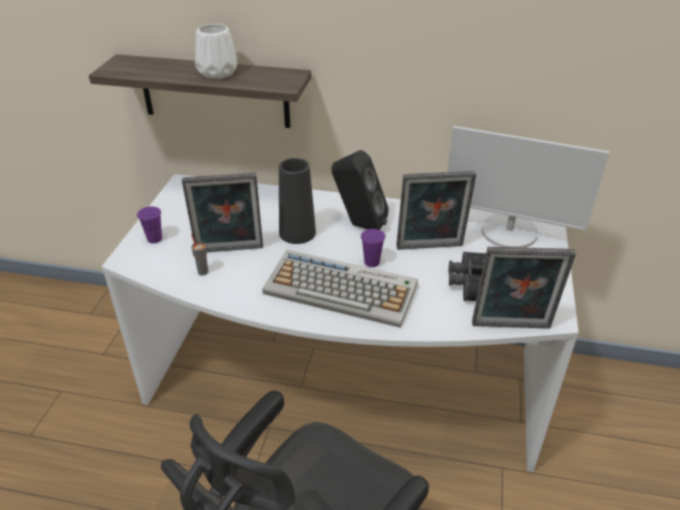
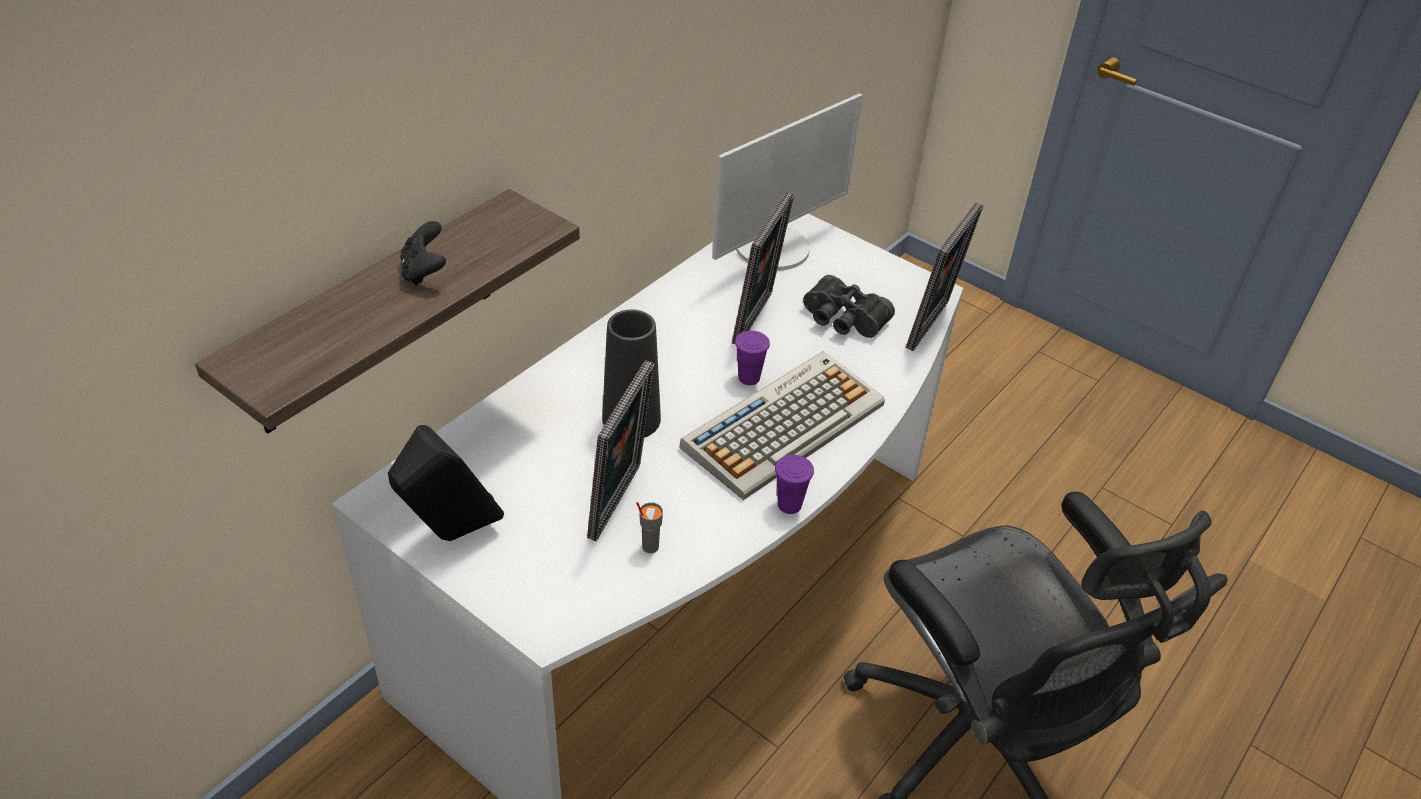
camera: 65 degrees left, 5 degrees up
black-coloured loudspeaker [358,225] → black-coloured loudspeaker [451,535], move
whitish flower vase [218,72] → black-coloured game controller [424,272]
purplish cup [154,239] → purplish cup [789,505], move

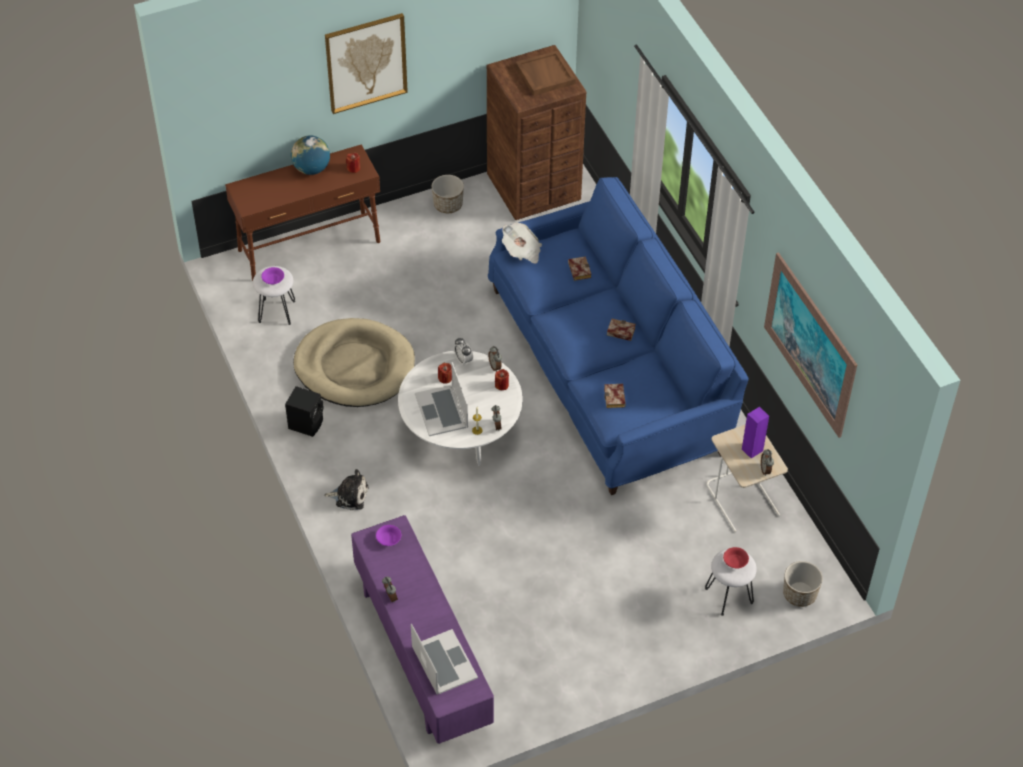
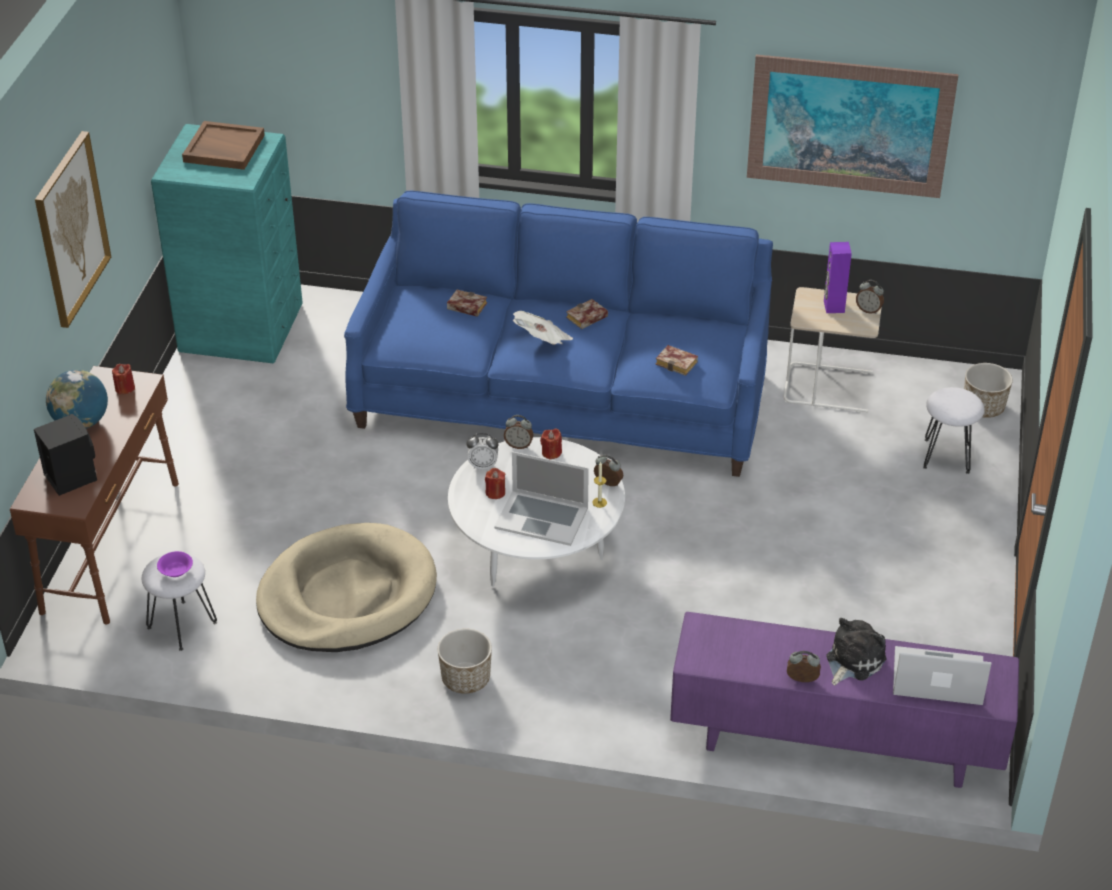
camera: 55 degrees left, 10 degrees down
black-coloured loudspeaker [306,423] → black-coloured loudspeaker [70,476], move
brown chest of drawers [534,187] → turquoise chest of drawers [242,327]
planter [448,205] → planter [465,678], move
printed paper [522,251] → printed paper [542,341], move
plush toy [349,495] → plush toy [852,660], move
purplish serving bowl [388,539] → -
red-coloured serving bowl [735,561] → -

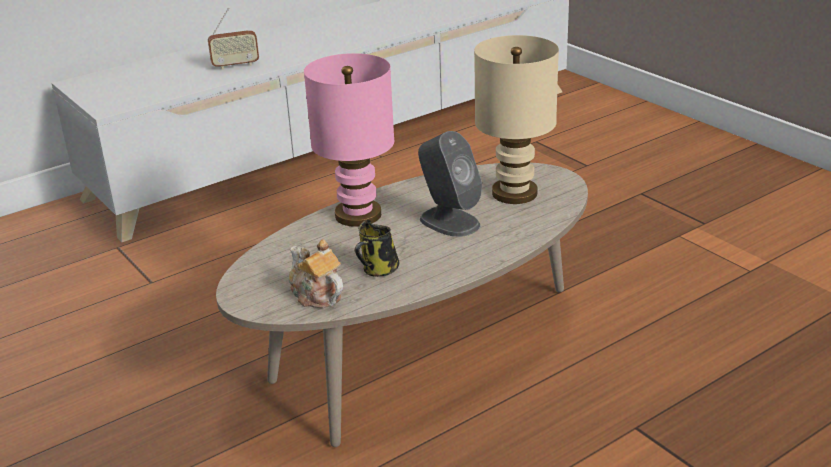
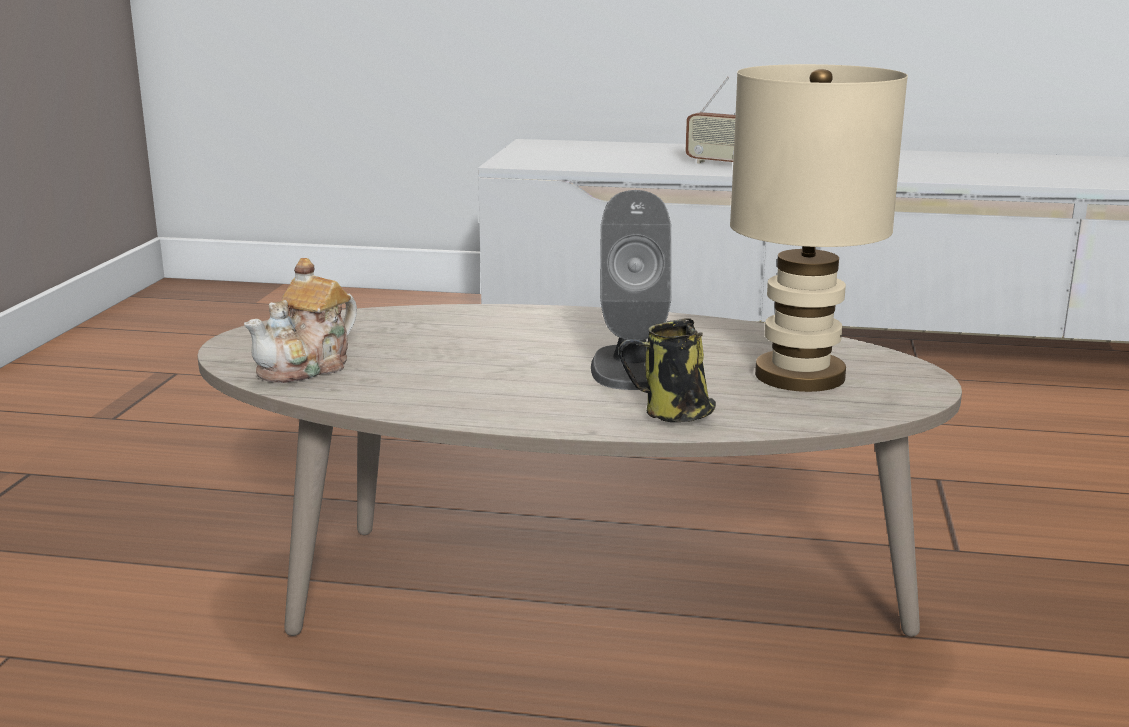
camera: 45 degrees right, 10 degrees down
tea pot [316,295] → tea pot [308,367], 150 degrees counterclockwise
tea mug [378,271] → tea mug [673,415], move
pinkish table lamp [358,215] → -

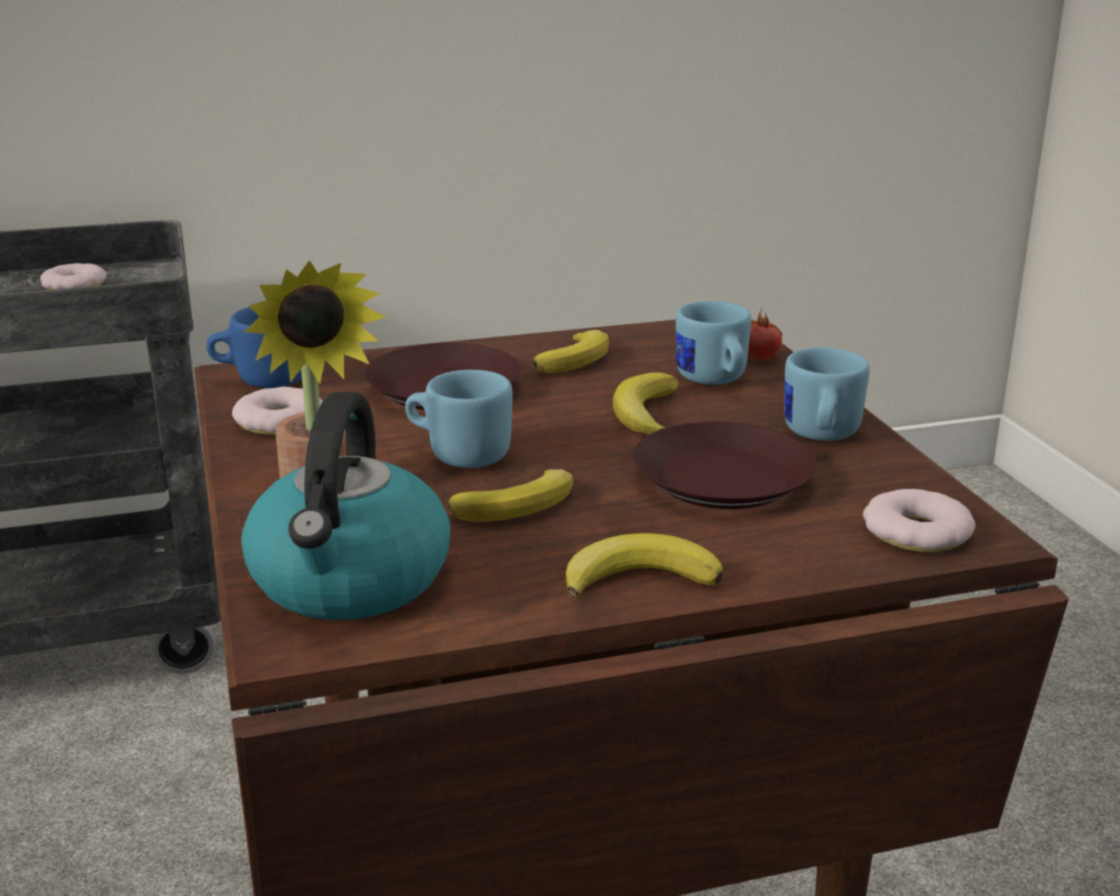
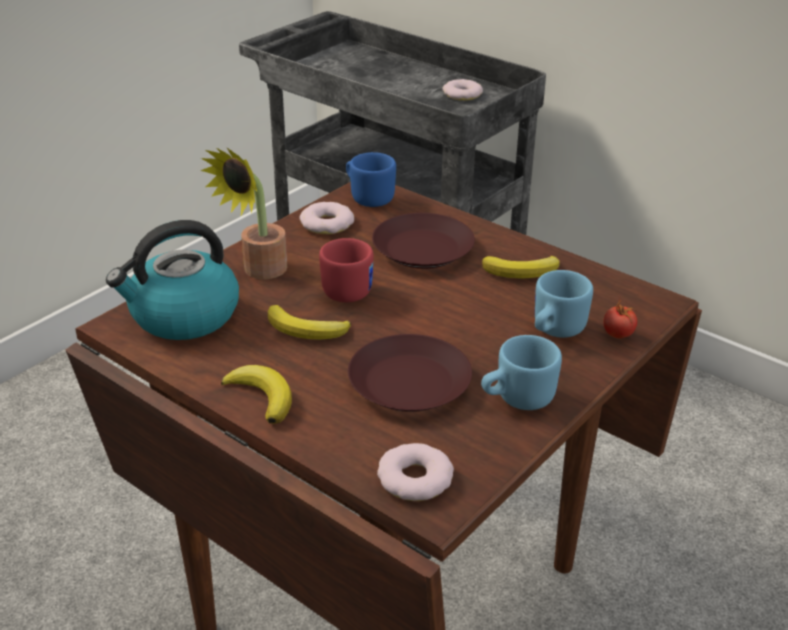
camera: 55 degrees right, 10 degrees up
blue tea mug [459,454] → red-coloured tea mug [346,288]
banana [645,412] → -

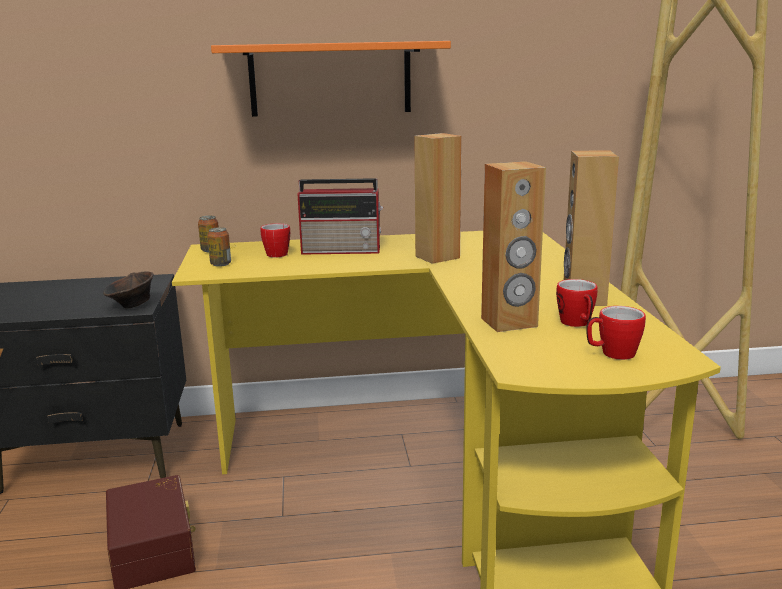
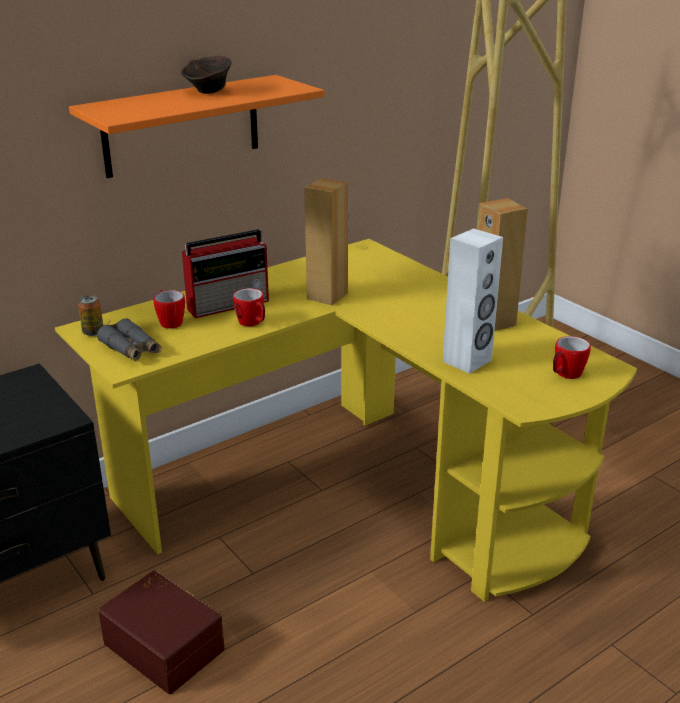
camera: 30 degrees left, 10 degrees up
metal can [220,264] → grey binoculars [131,349]
brown serving bowl [132,305] → brown serving bowl [208,92], move
tea mug [577,324] → tea mug [252,323], move
brown loudspeaker [509,322] → whitish loudspeaker [467,361]

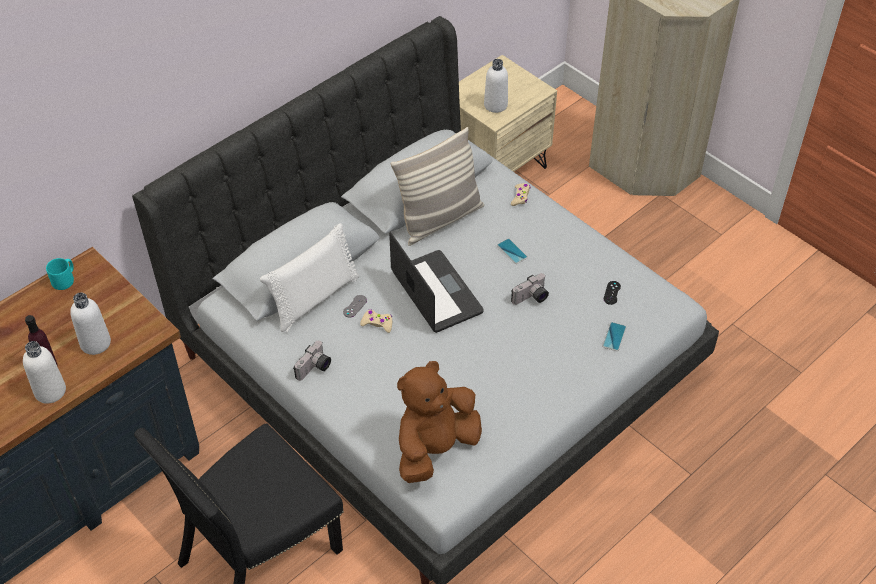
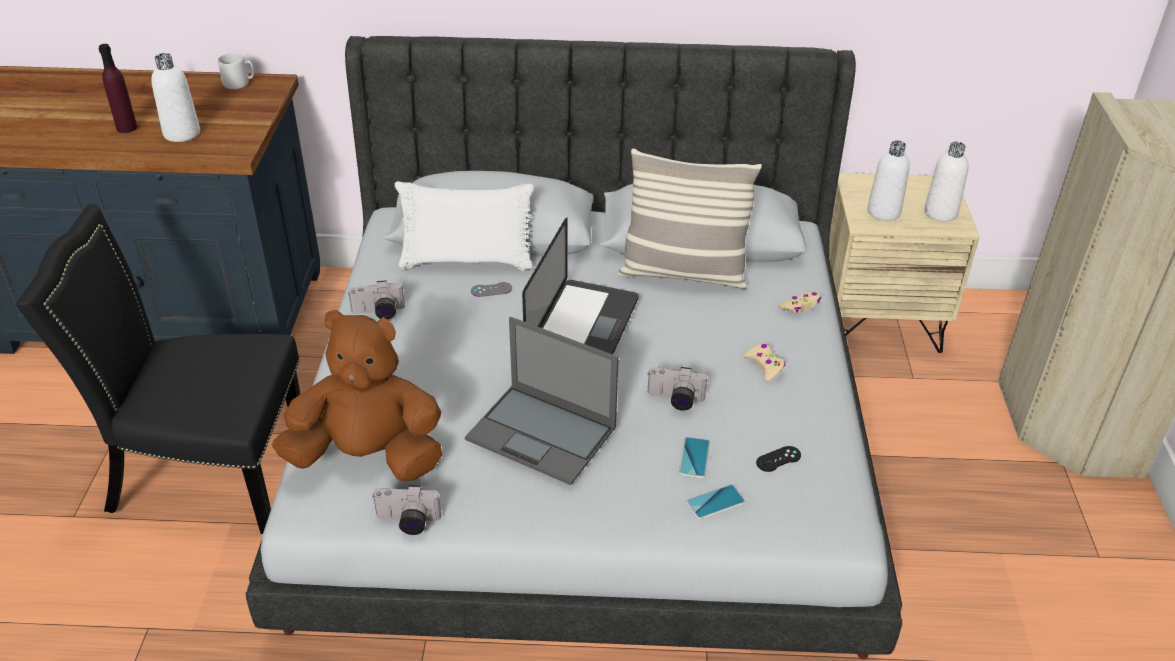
camera: 45 degrees right, 10 degrees down
turquoise tea mug [65,280] → grey tea mug [239,83]
- → photo camera [407,522]
- → laptop [543,434]
handset [512,251] → handset [694,458], move
beige-coloured game controller [377,323] → beige-coloured game controller [764,366], move
whitish beverage bottle [50,391] → whitish beverage bottle [940,213], move

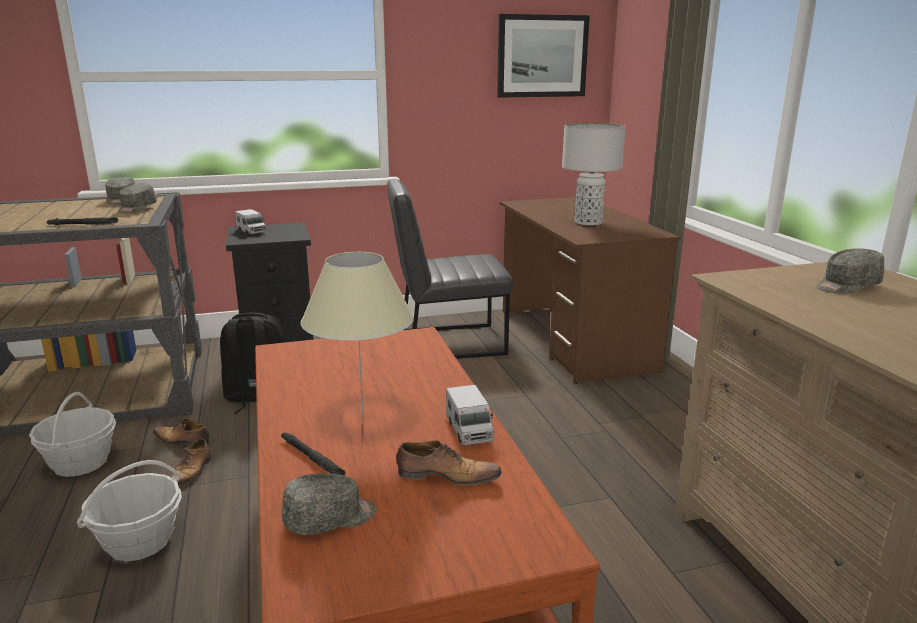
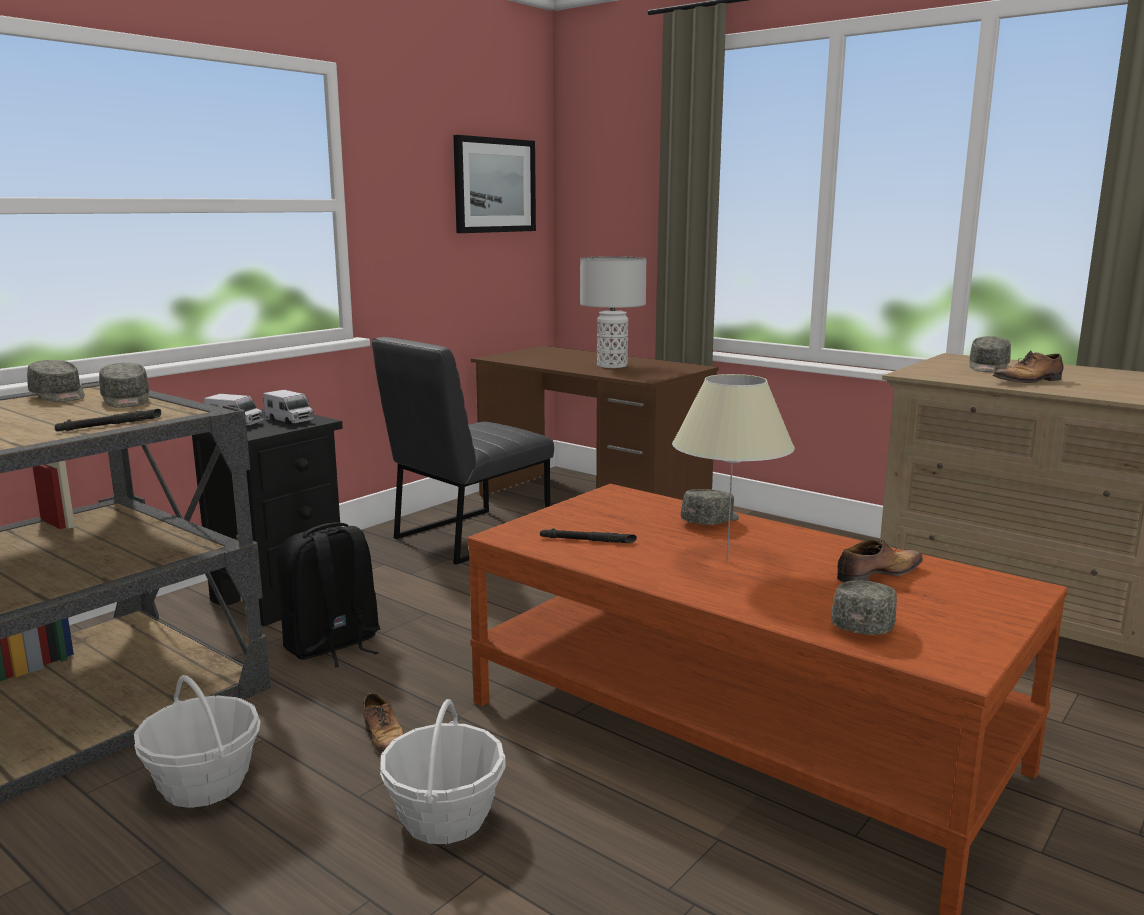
camera: 35 degrees left, 5 degrees down
model truck [469,430] → model truck [289,420], move
black-coloured hand torch [312,458] → black-coloured hand torch [587,540], move
- → grey baseball cap [711,521]
low shoe [182,441] → low shoe [1029,381], move

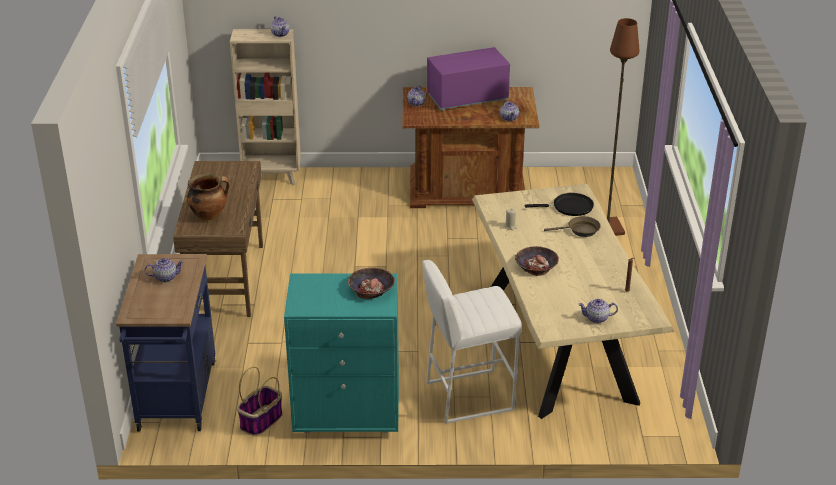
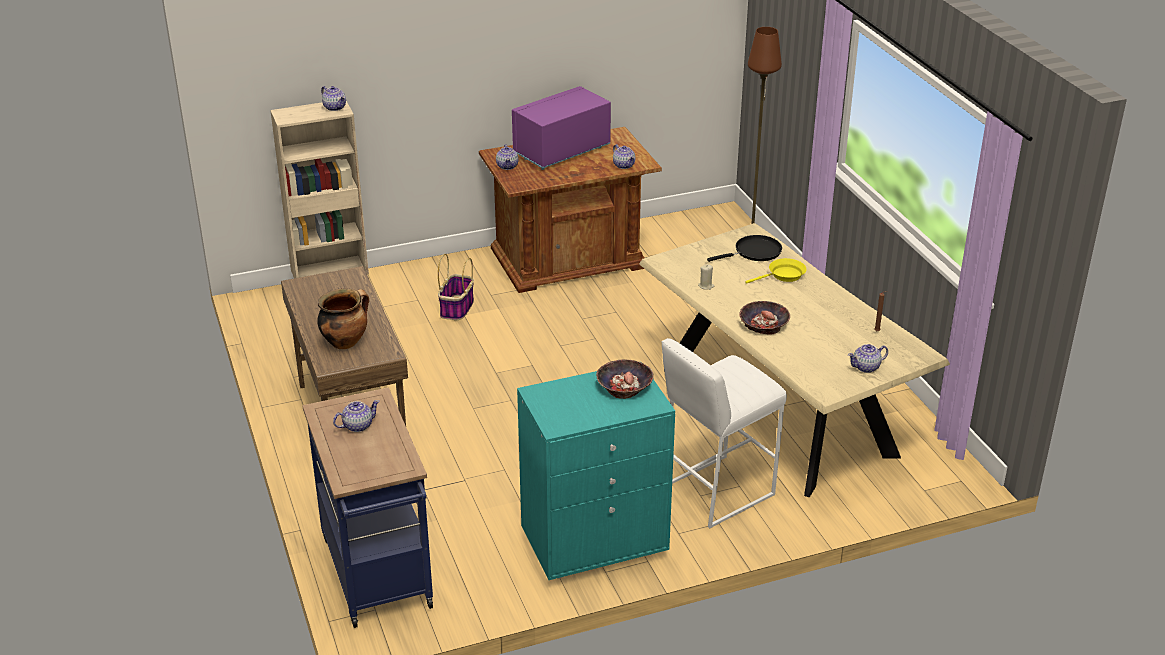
camera: 20 degrees left, 0 degrees up
household basket [261,421] → household basket [457,309], move
brown skillet [580,230] → yellowish skillet [783,275]

